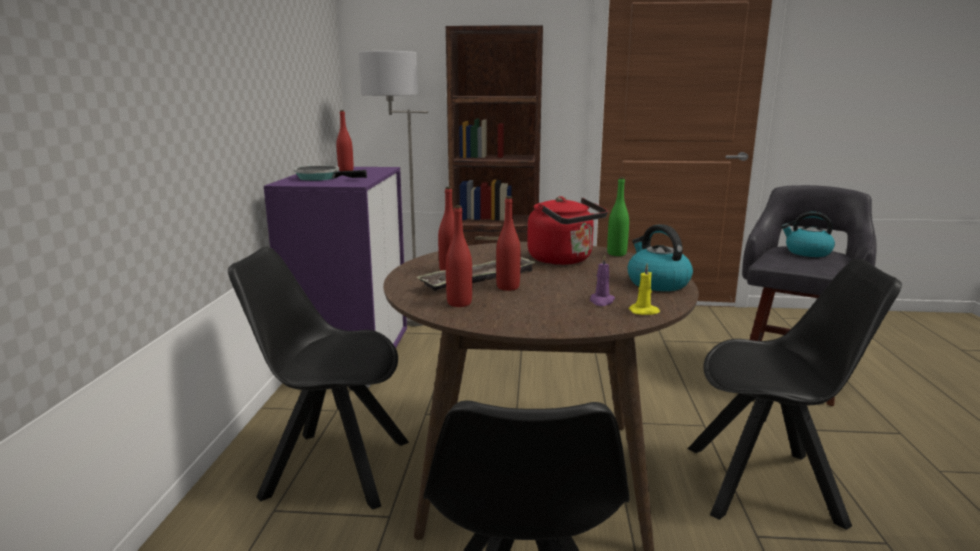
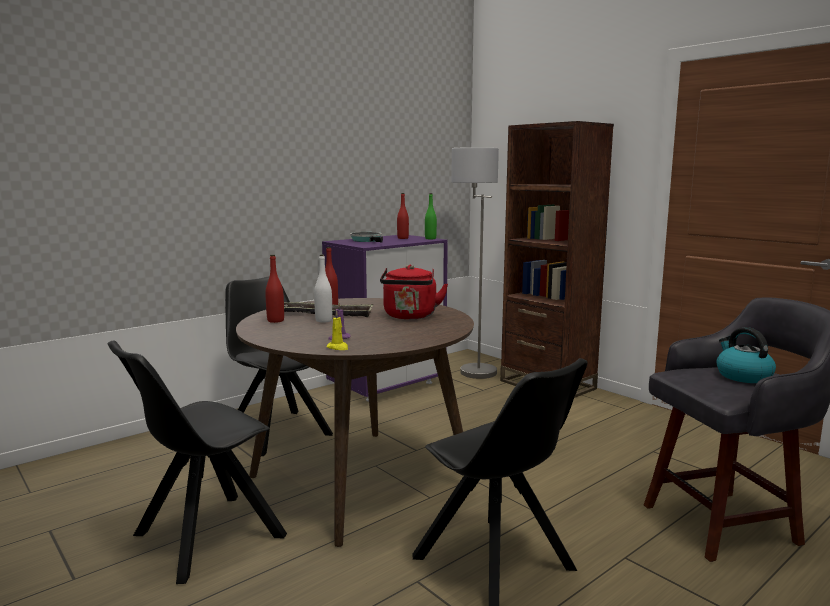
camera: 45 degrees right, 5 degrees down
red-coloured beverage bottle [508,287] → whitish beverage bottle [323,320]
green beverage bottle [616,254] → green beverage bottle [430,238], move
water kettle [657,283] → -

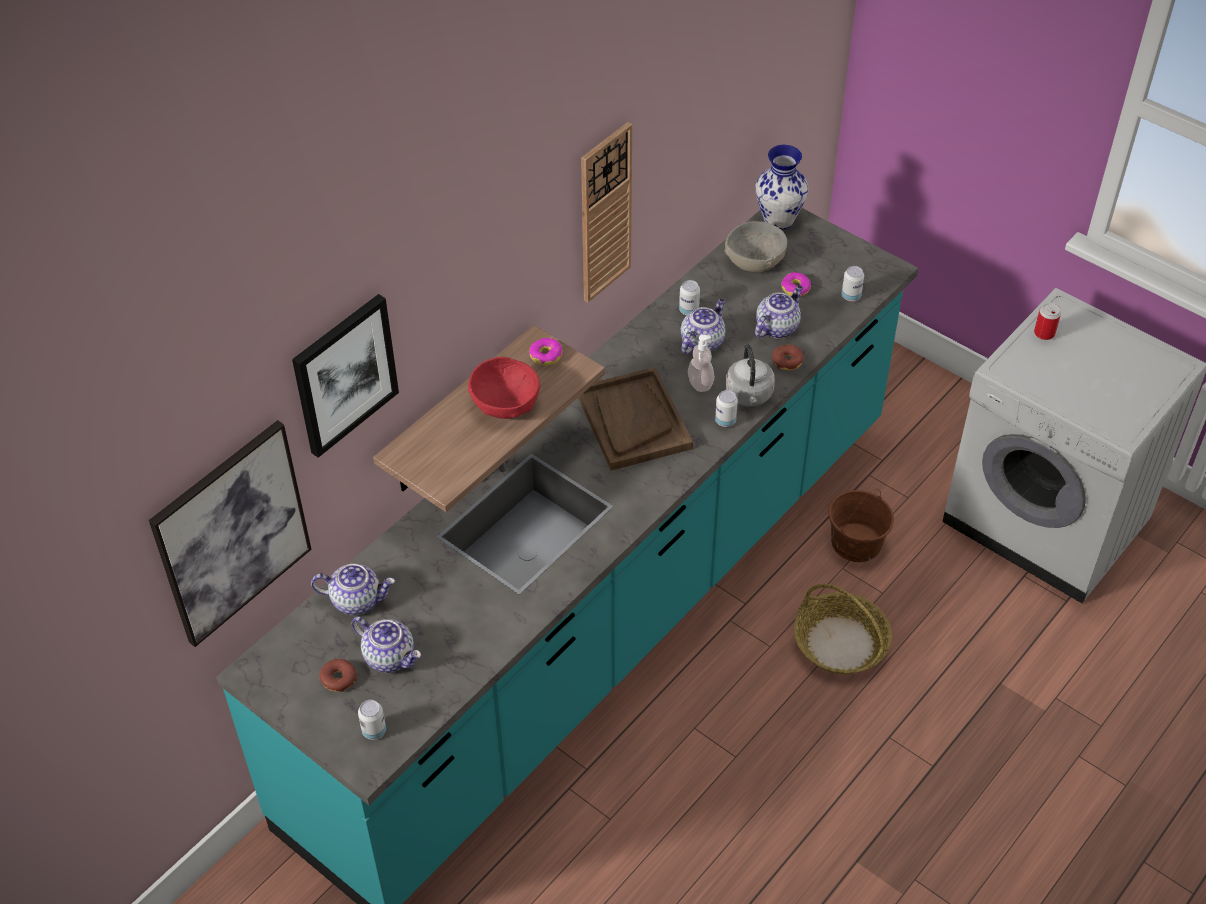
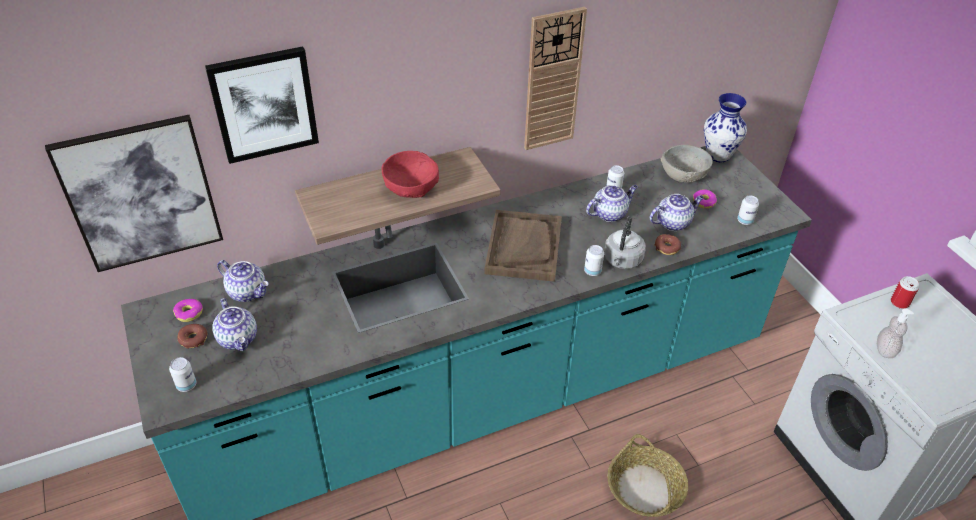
camera: 25 degrees right, 5 degrees down
ring doughnut [546,355] → ring doughnut [189,313], move
soap bottle [700,383] → soap bottle [885,350], move
brown bucket [856,543] → -

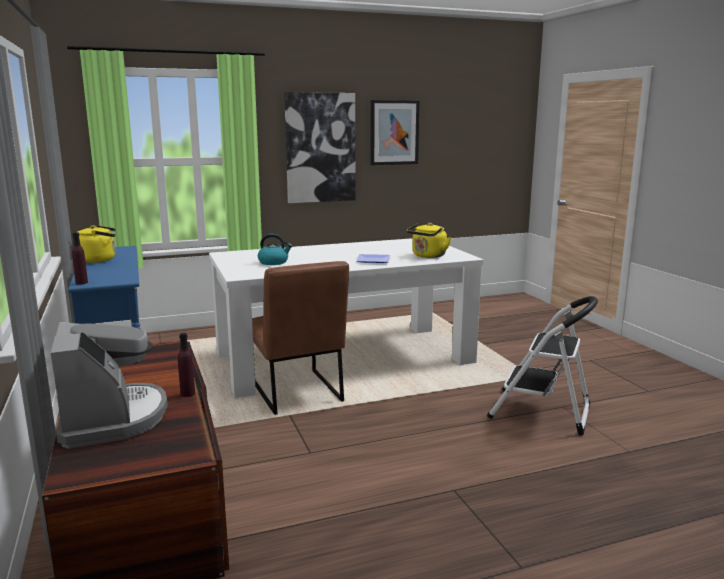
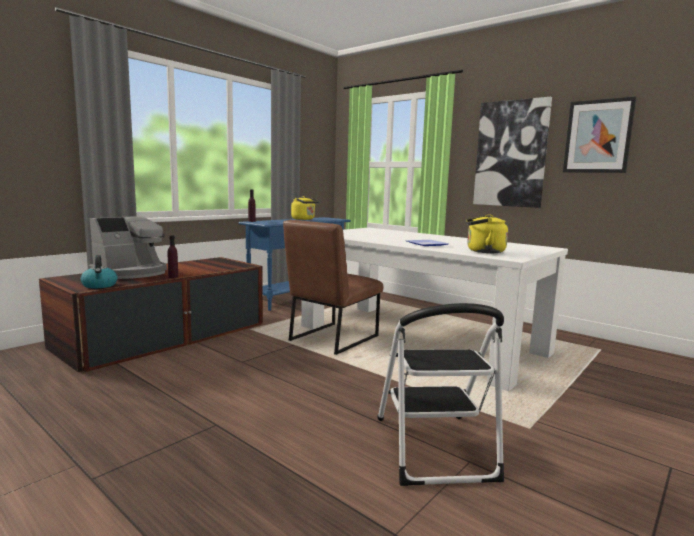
camera: 60 degrees right, 5 degrees down
water kettle [274,262] → water kettle [100,285], move

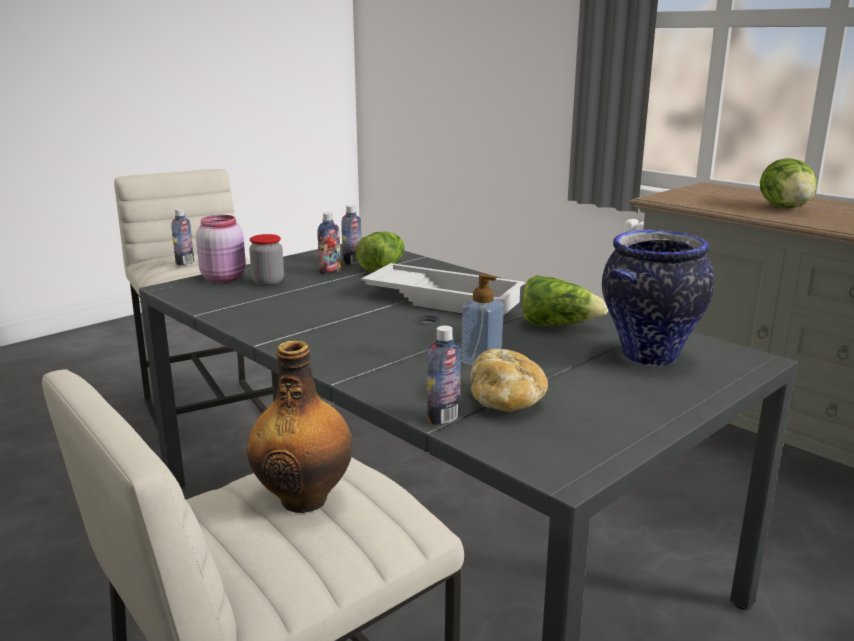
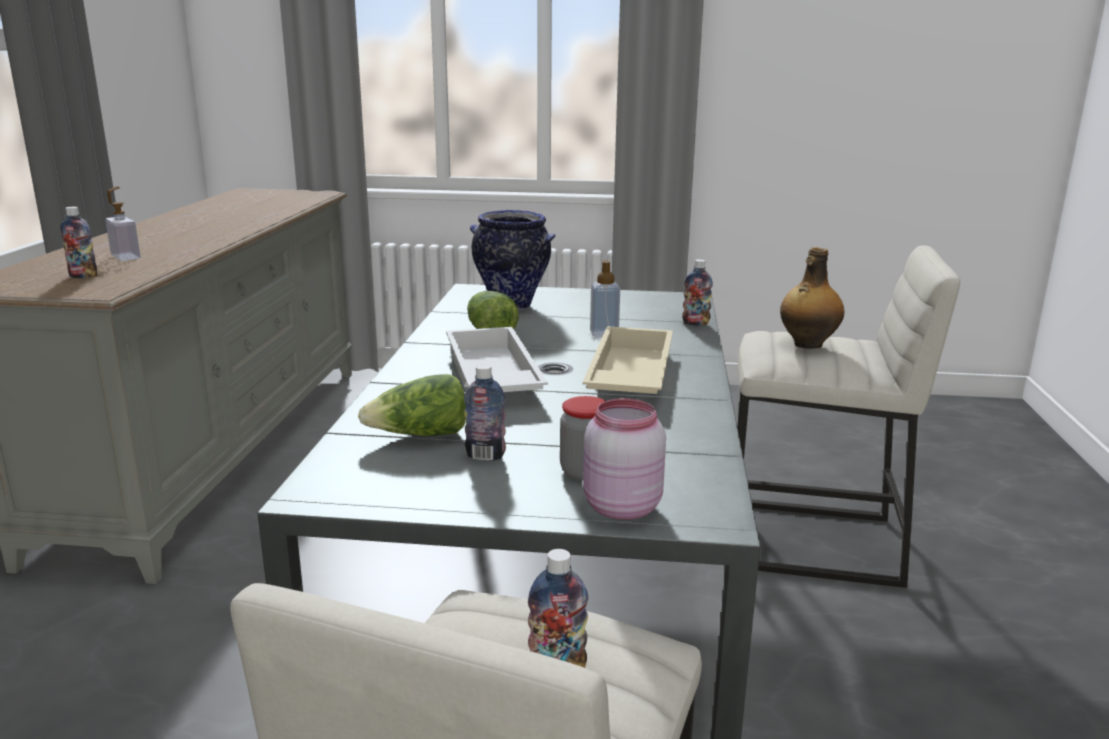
camera: 130 degrees left, 0 degrees up
beverage bottle [352,262] → beverage bottle [83,276], move
lettuce [785,207] → soap bottle [125,257]
- → beige-coloured tray [628,375]
bakery bread [506,402] → -

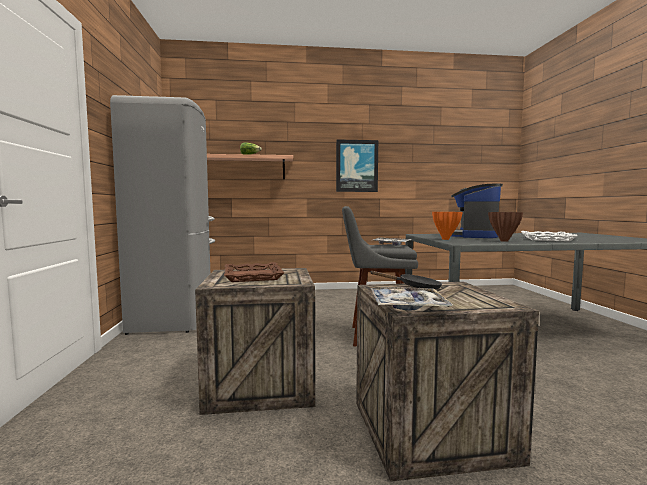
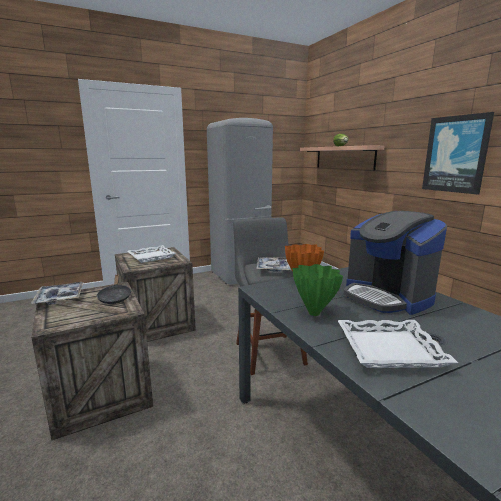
camera: 70 degrees right, 10 degrees up
brown tray [252,276] → whitish tray [151,257]
brown flower vase [503,241] → green flower vase [315,313]
coffee machine [473,236] → coffee machine [387,297], 120 degrees counterclockwise

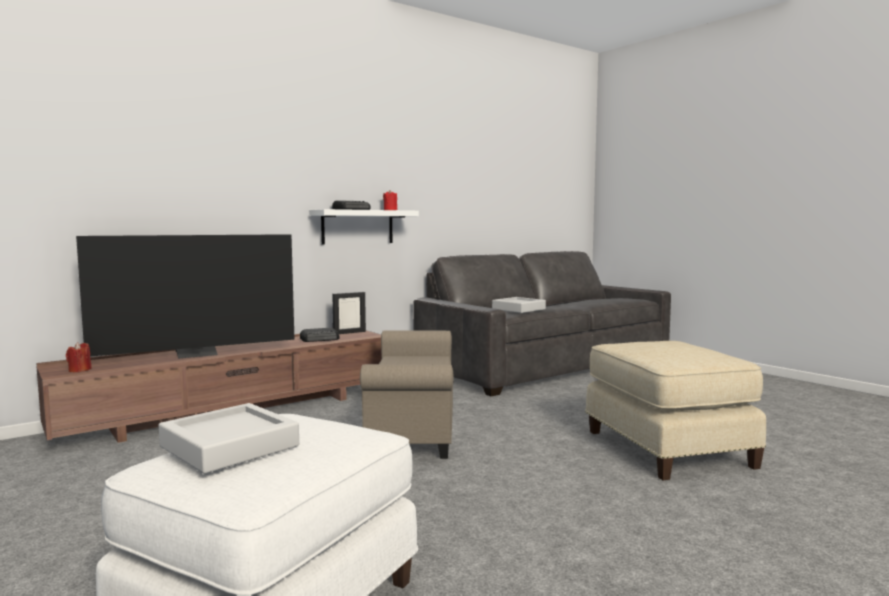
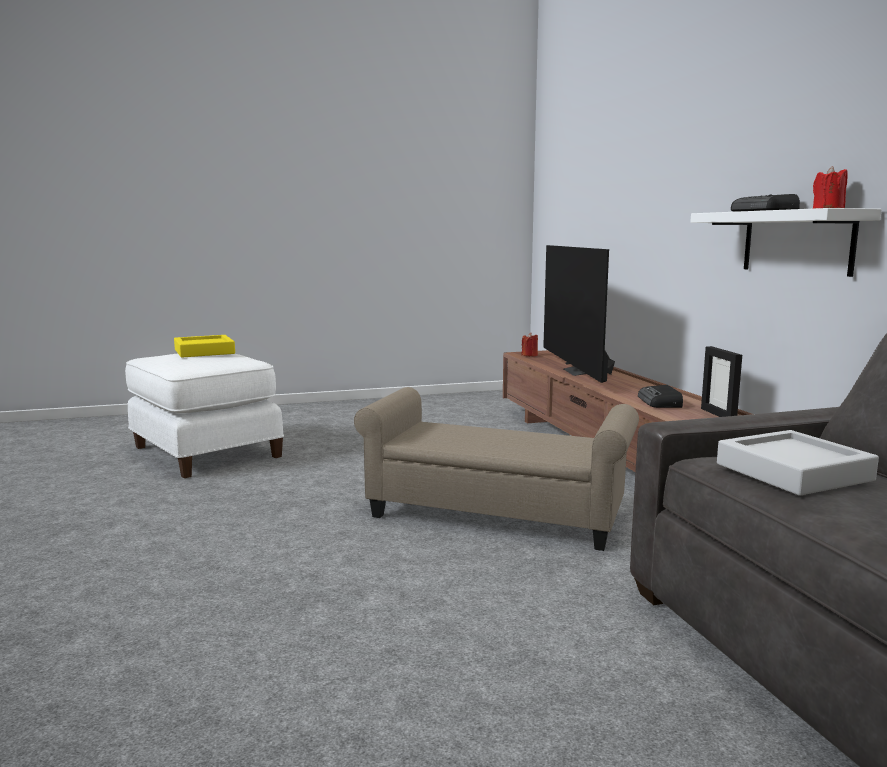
camera: 110 degrees right, 5 degrees up
grey tray [229,446] → yellowish tray [204,352]
beige-coloured pouffe [665,449] → -

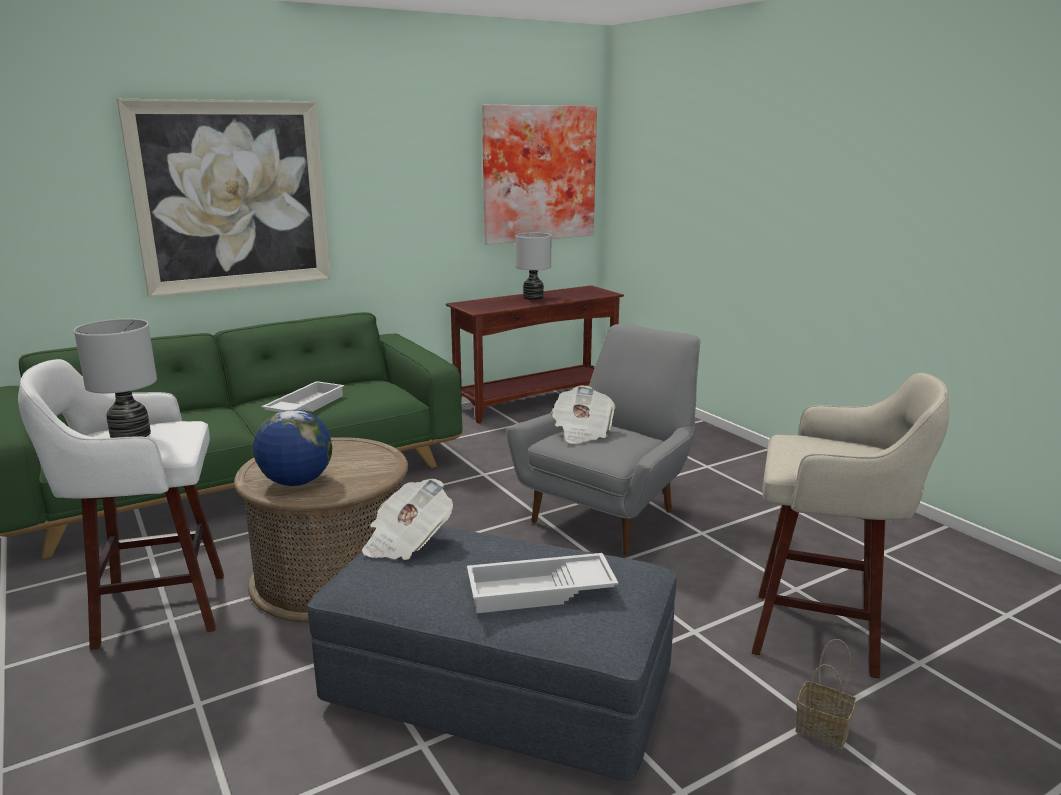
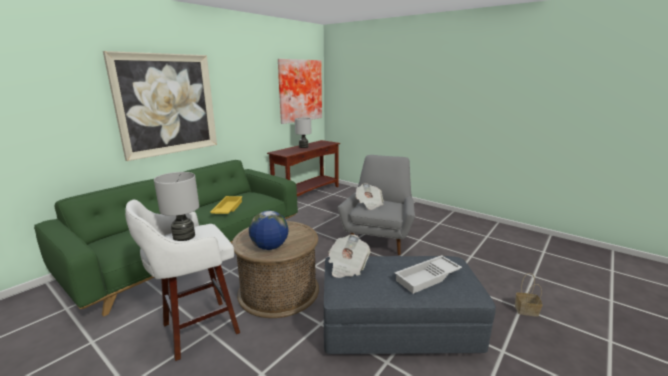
camera: 20 degrees left, 0 degrees up
whitish tray [305,406] → yellowish tray [227,209]
beige-coloured stool seat [822,635] → -

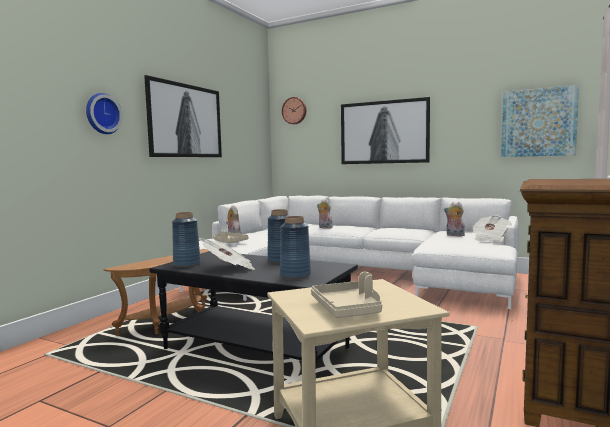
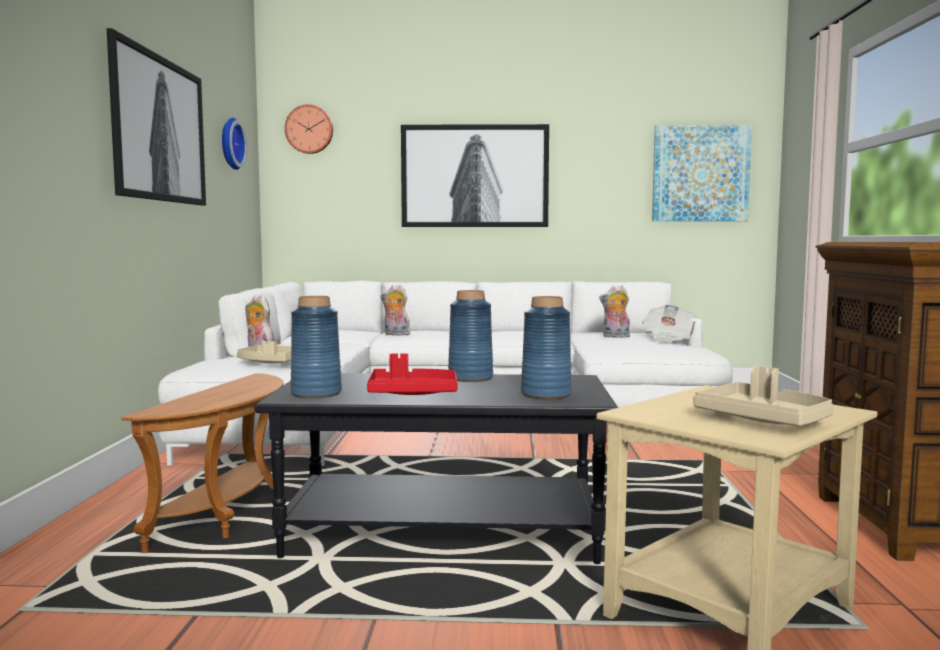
camera: 25 degrees left, 0 degrees up
clock on the wall [102,114] → clock on the wall [229,143], move
printed paper [229,268] → red-coloured tray [412,394]

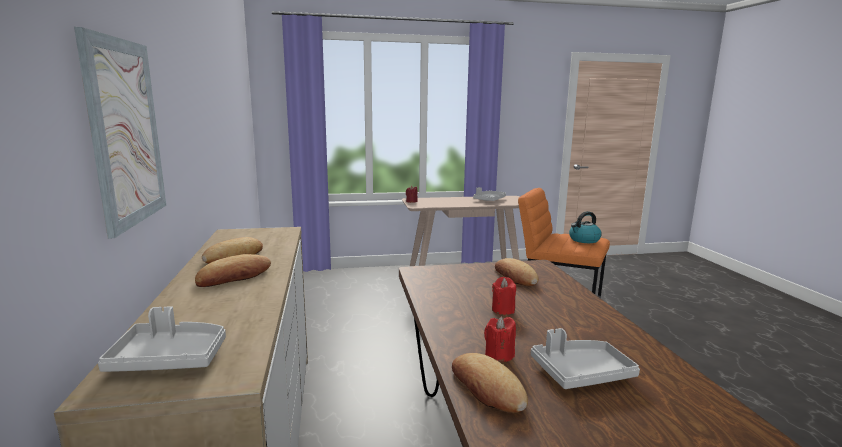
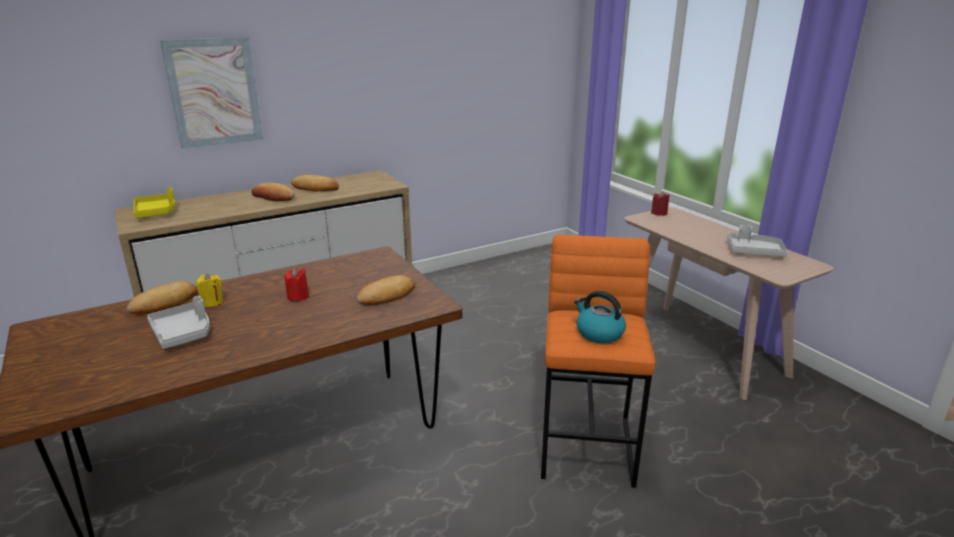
camera: 70 degrees right, 10 degrees up
grey tray [170,358] → yellowish tray [156,212]
red-coloured wax candle [499,355] → yellowish wax candle [212,302]

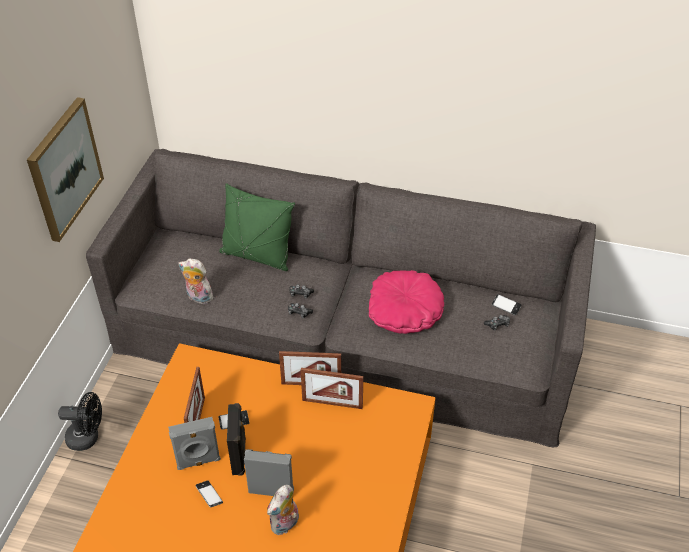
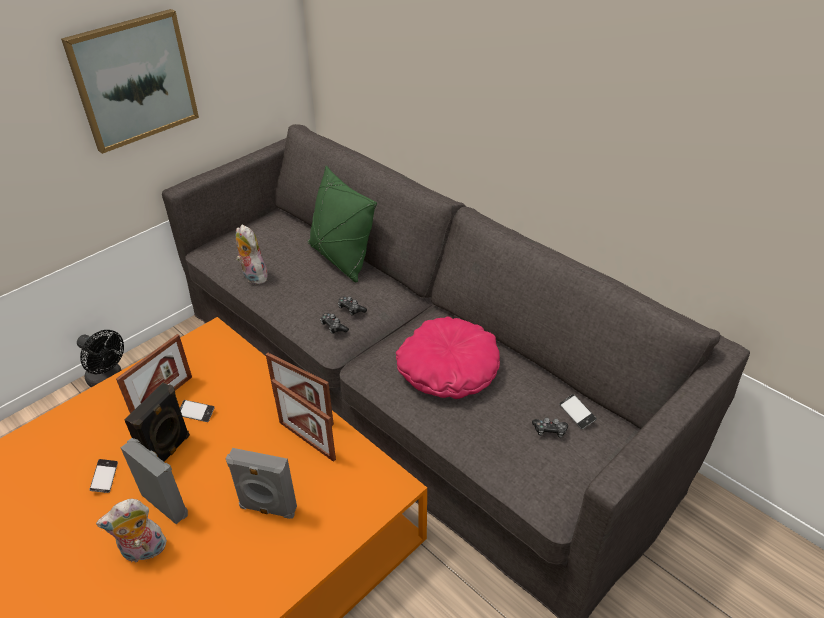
camera: 30 degrees right, 5 degrees down
grey loudspeaker [198,462] → grey loudspeaker [267,509], move

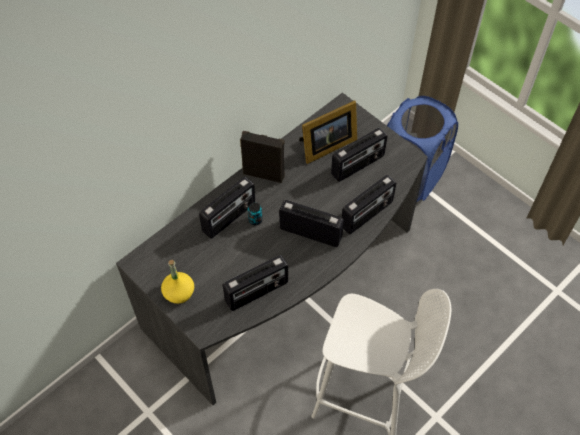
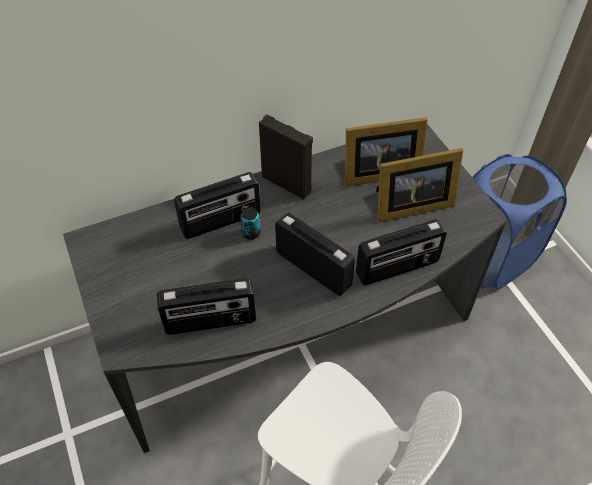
camera: 20 degrees right, 5 degrees down
radio receiver [358,165] → picture frame [409,206]
yellowish beverage bottle [179,293] → -

